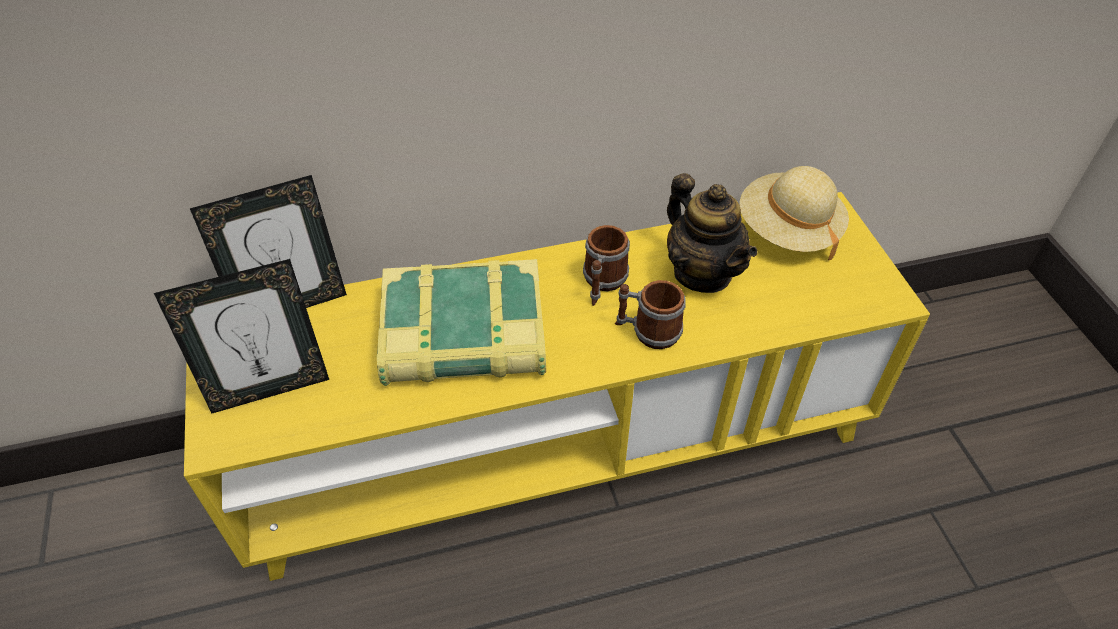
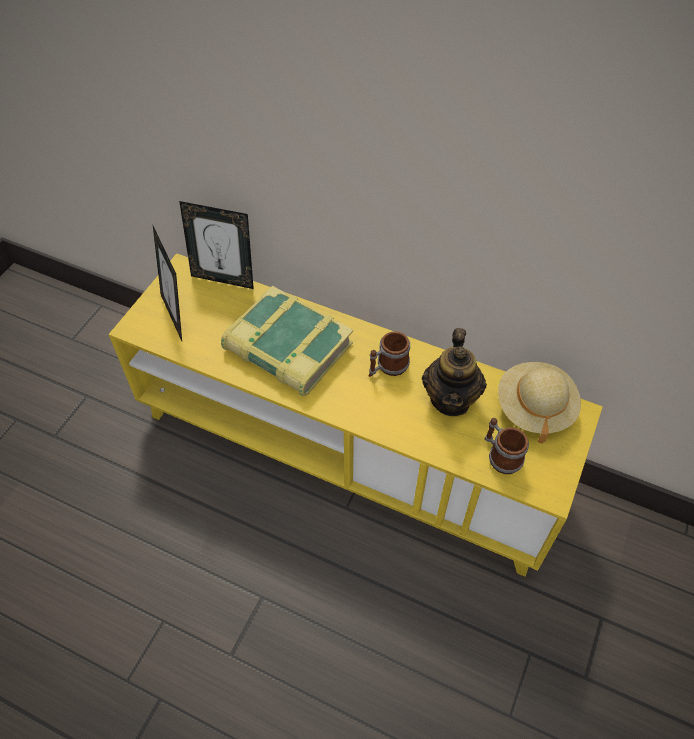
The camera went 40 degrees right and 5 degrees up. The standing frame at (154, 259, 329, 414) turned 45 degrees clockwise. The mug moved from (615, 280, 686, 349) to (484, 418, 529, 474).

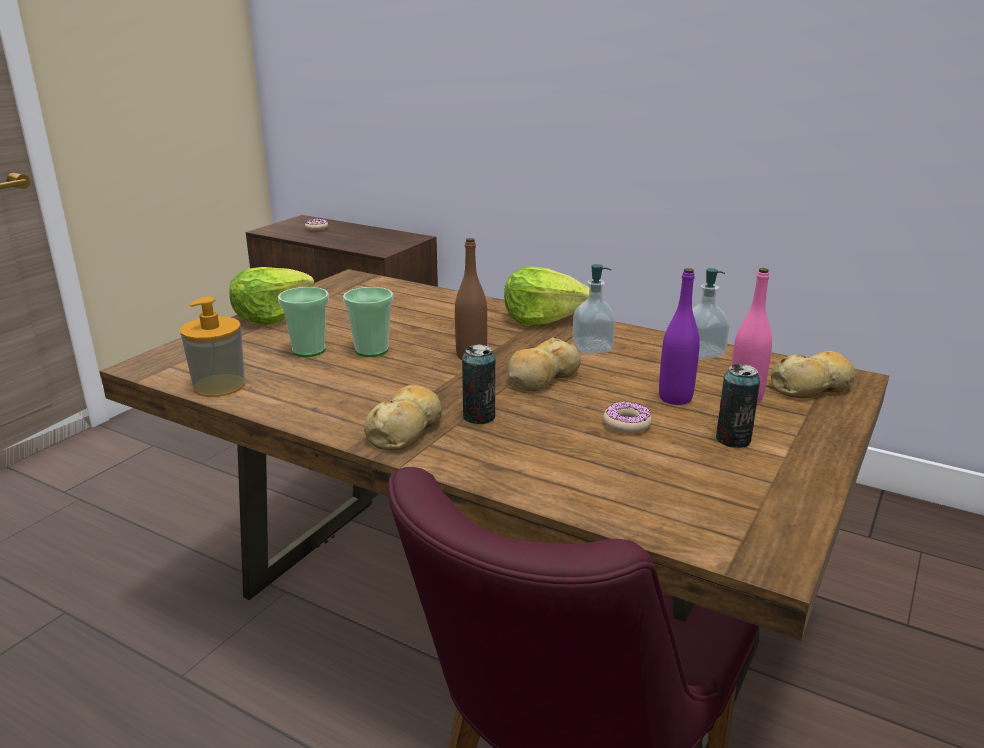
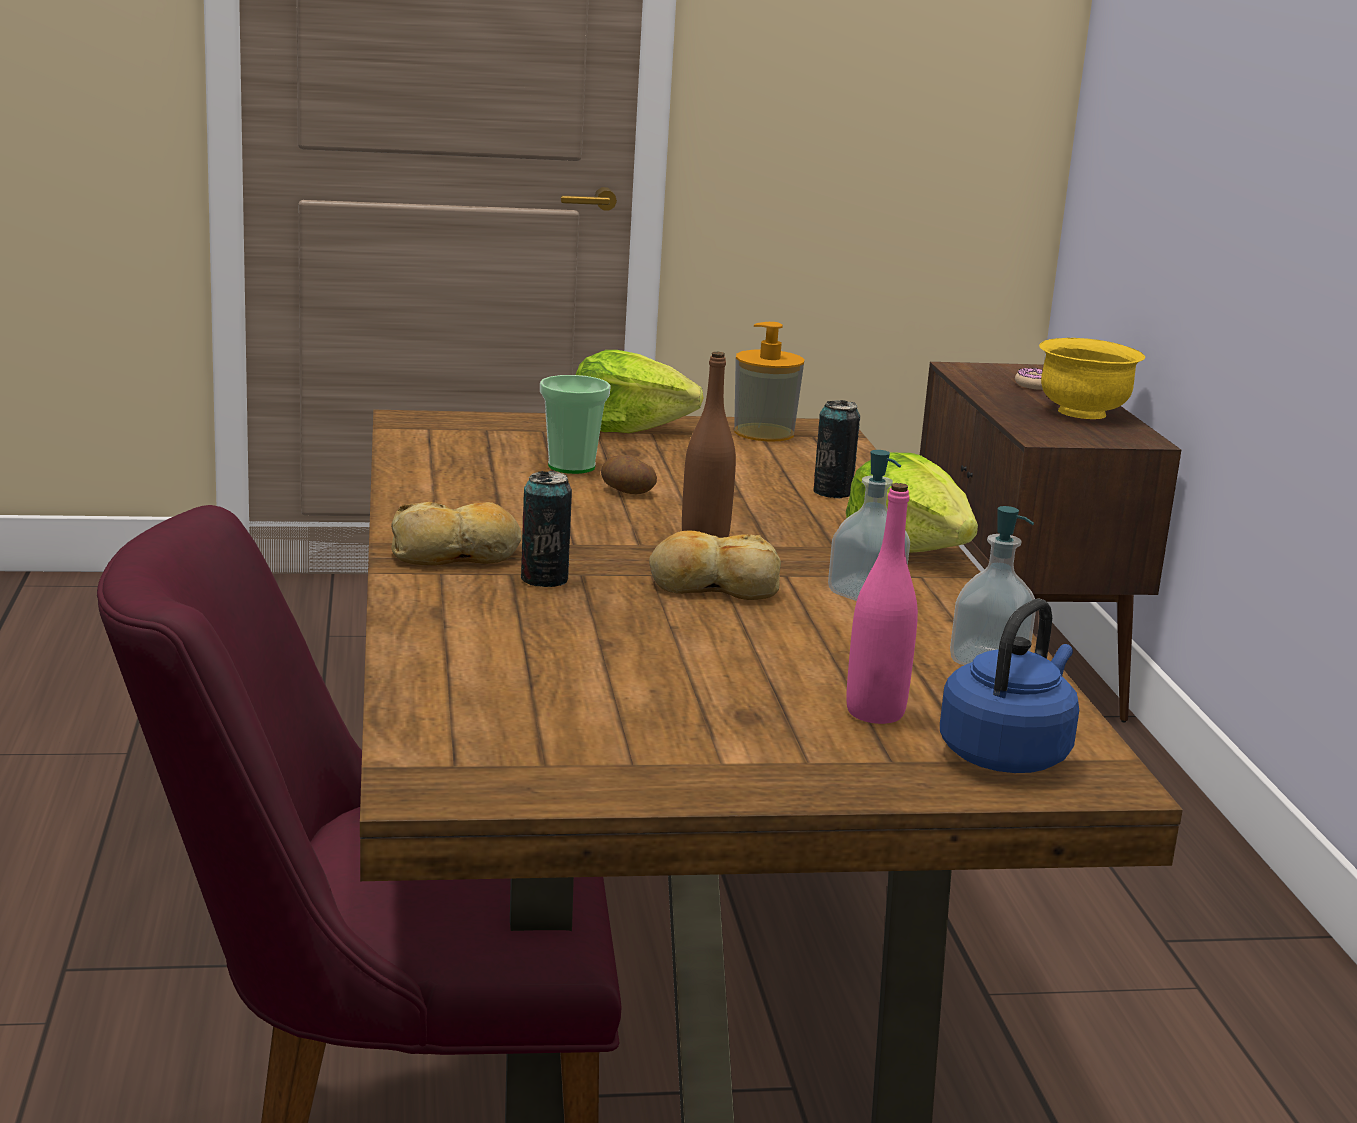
The camera went 50 degrees right and 5 degrees down. The liquid soap bottle moved from (180, 297, 245, 397) to (734, 322, 804, 442). The small cup at (343, 287, 393, 357) was replaced by the whole potato at (601, 455, 657, 494). The ring doughnut at (603, 401, 652, 434) disappeared. The purplish drink bottle at (659, 268, 700, 405) disappeared. The metal can moved from (716, 364, 760, 448) to (813, 400, 860, 499). The bread at (771, 351, 855, 398) was replaced by the blue-coloured kettle at (940, 598, 1079, 773). The yellow deep dish at (1039, 338, 1145, 419) appeared.

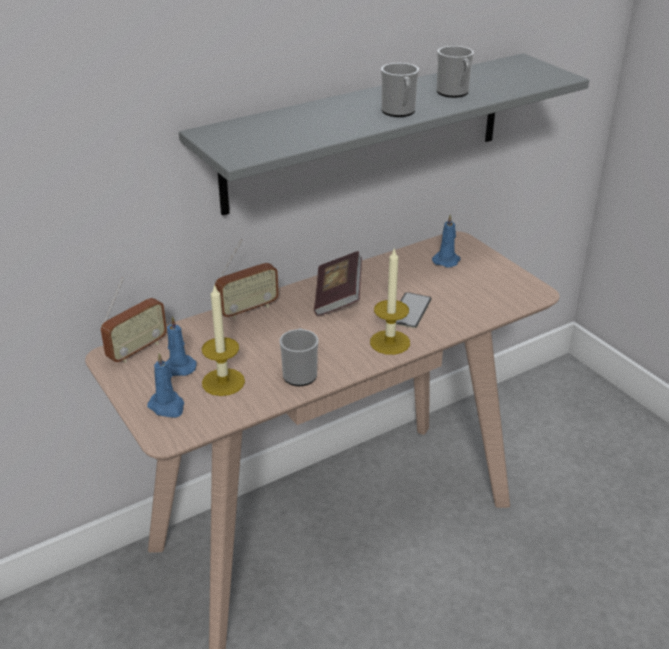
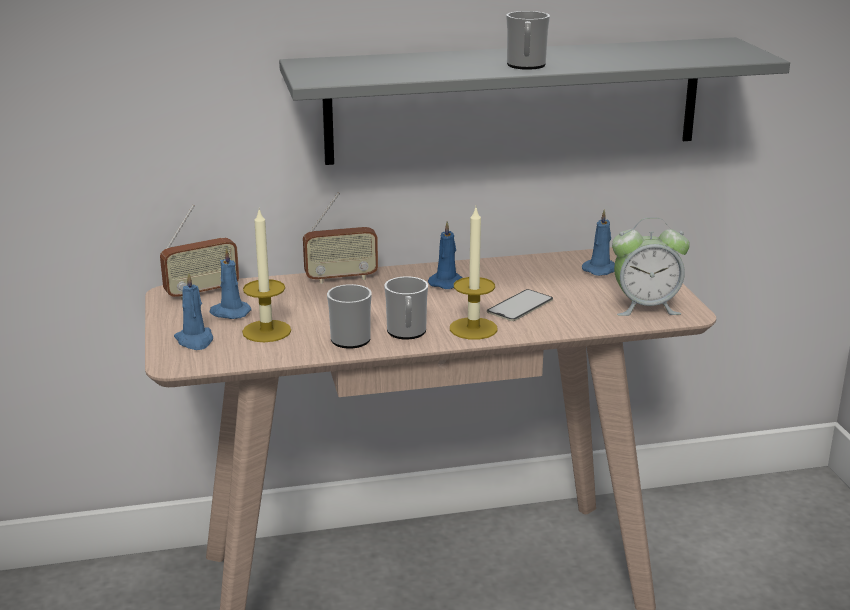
The camera went 20 degrees right and 10 degrees down. The volume at (314, 251, 362, 316) was replaced by the blue-coloured wax candle at (428, 221, 463, 289). The mug moved from (437, 46, 474, 98) to (384, 276, 428, 340). The bedside clock at (612, 217, 690, 316) appeared.

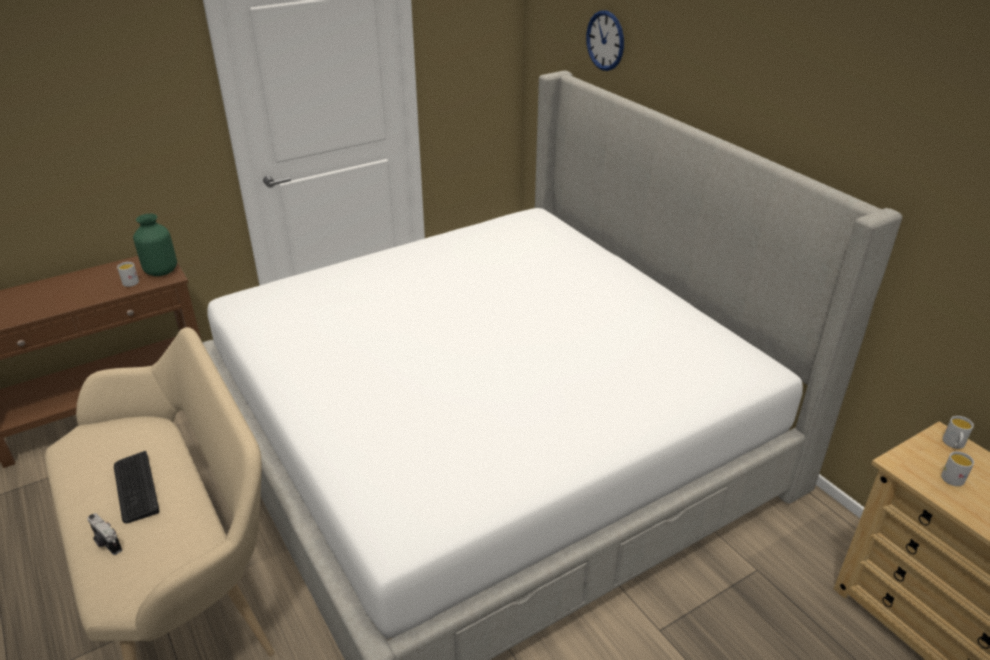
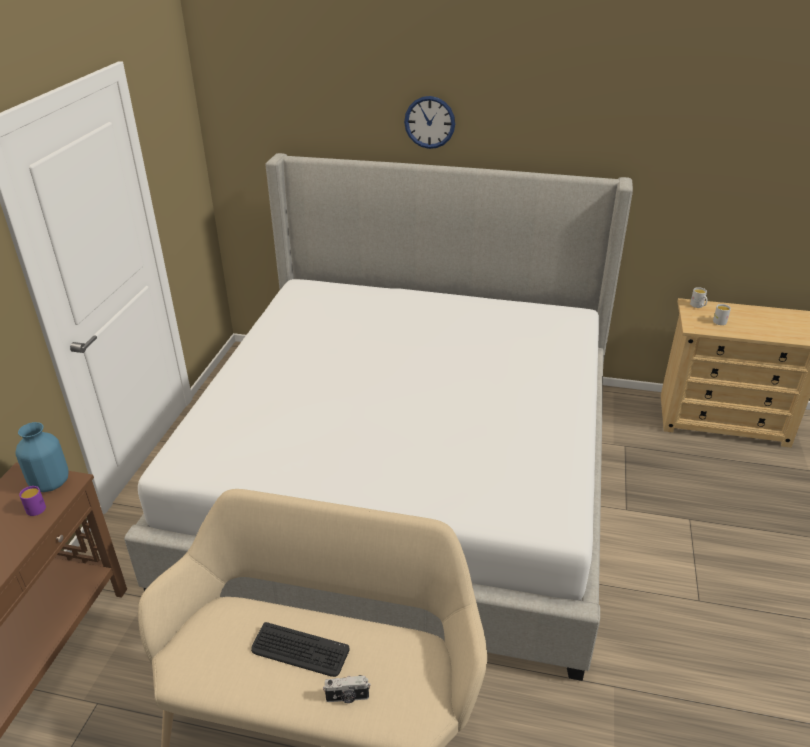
The camera went 45 degrees left and 0 degrees up. The white-coloured mug at (117, 262, 139, 287) became the purplish mug at (19, 486, 46, 516). The green flower vase at (133, 214, 177, 276) became the blue-coloured flower vase at (16, 422, 69, 492). The clock on the wall moved from (586, 10, 624, 71) to (404, 96, 455, 149).

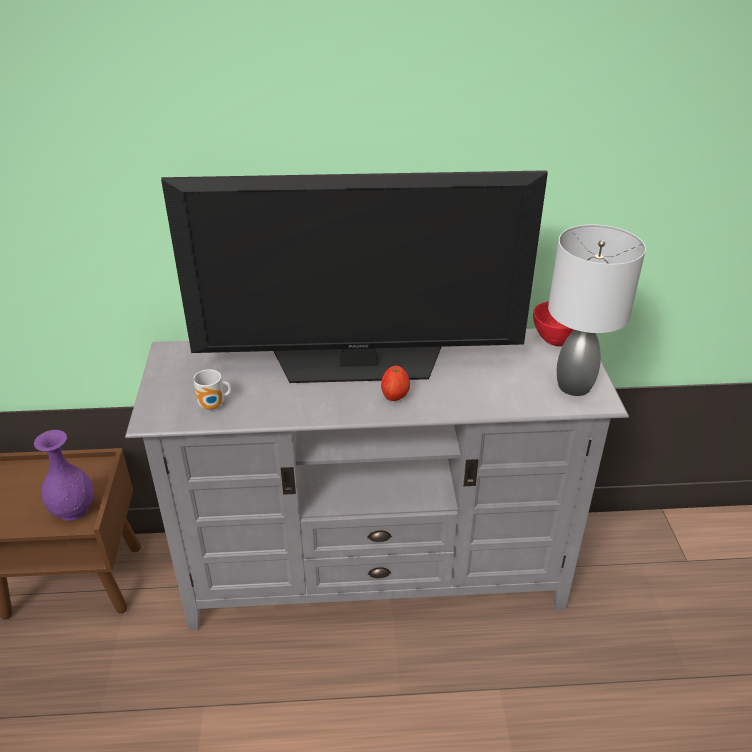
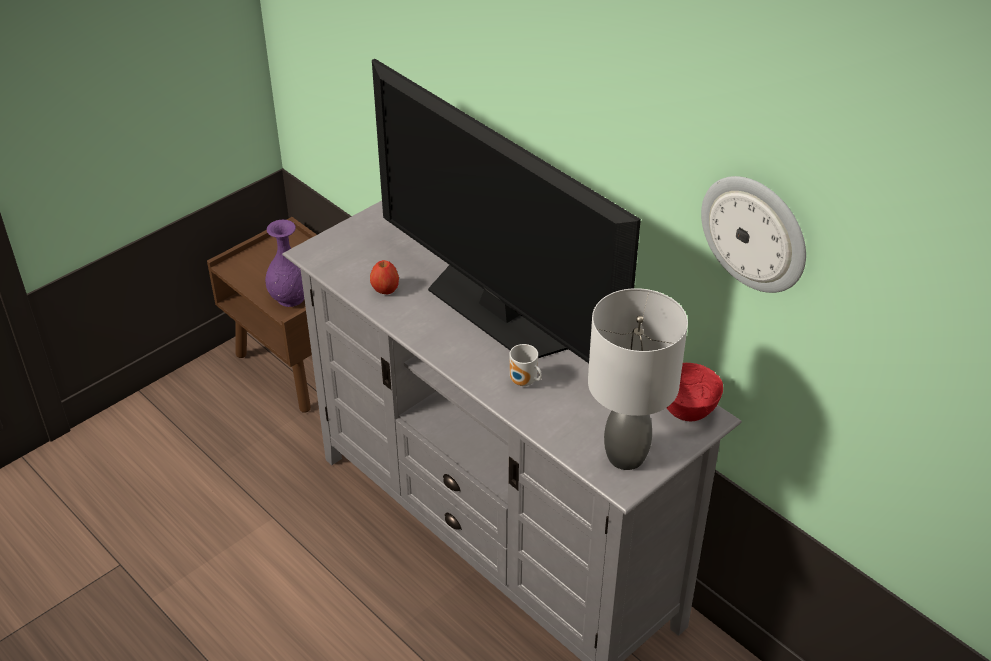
The camera went 50 degrees right and 5 degrees up. The mug moved from (193, 369, 231, 410) to (510, 344, 542, 386). The whole apple moved from (381, 366, 410, 401) to (370, 260, 399, 294). The clock on the wall at (701, 176, 806, 293) appeared.

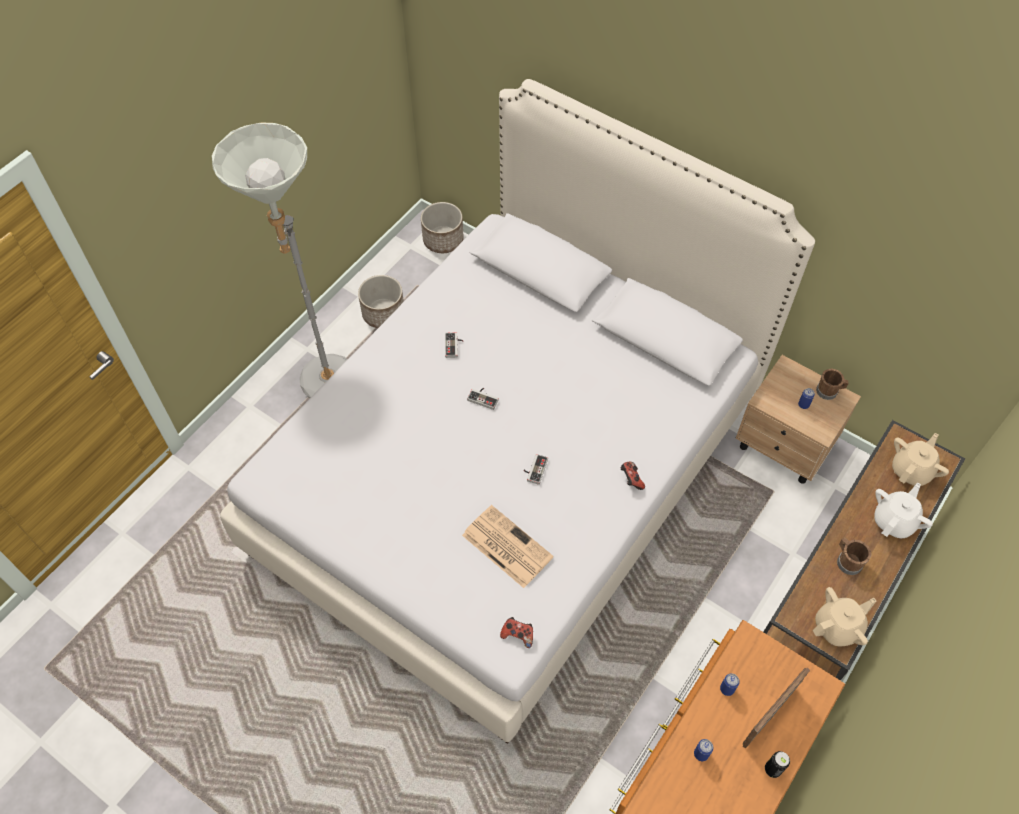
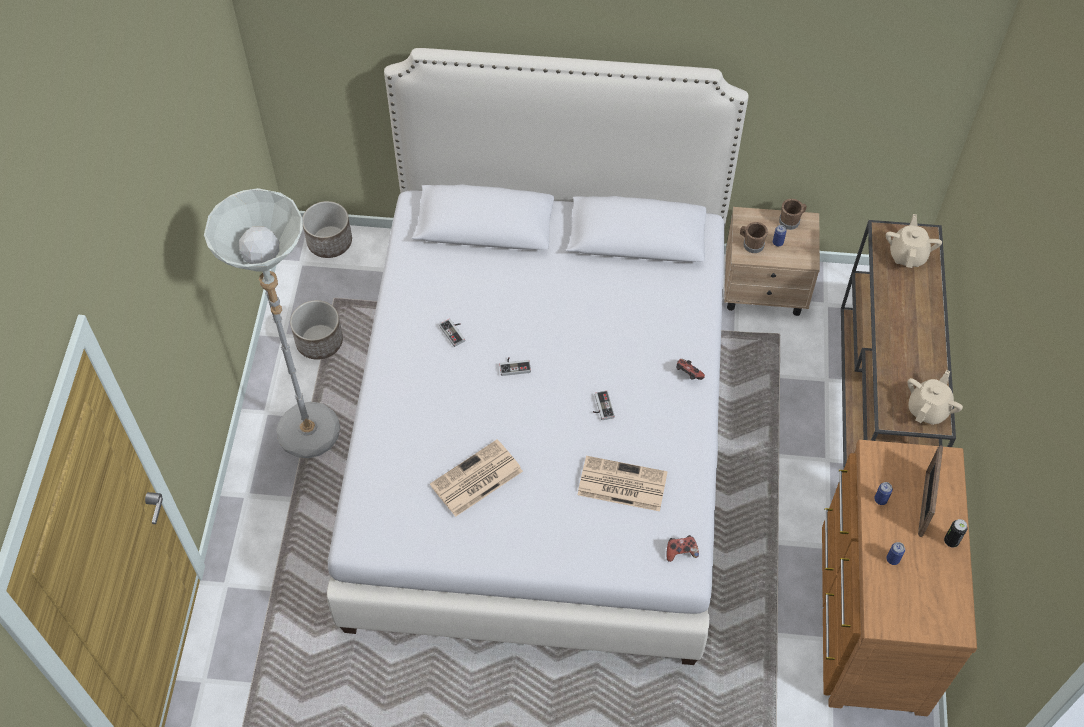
The camera went 30 degrees left and 0 degrees up. The brown mug moved from (837, 538, 871, 575) to (740, 222, 768, 253). The white-coloured tea pot at (874, 482, 933, 538) disappeared. The printed paper at (430, 440, 523, 517) appeared.

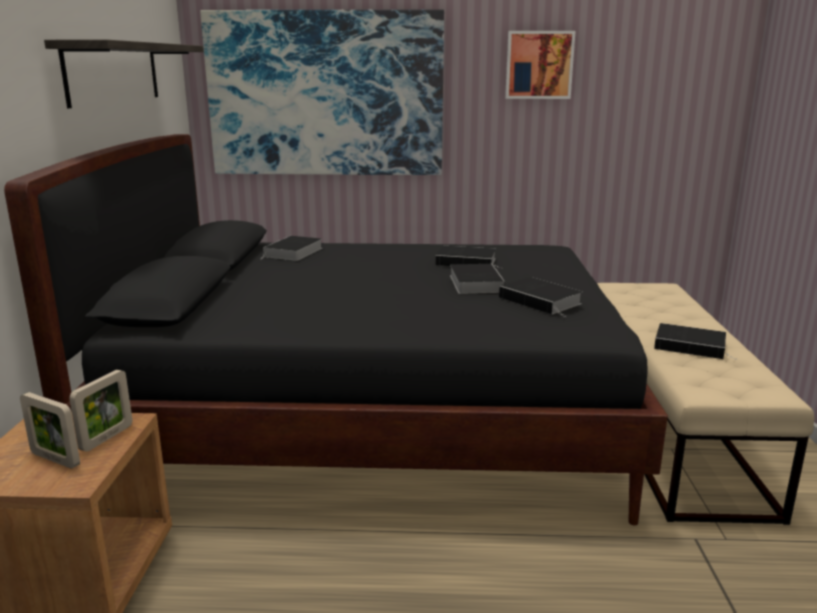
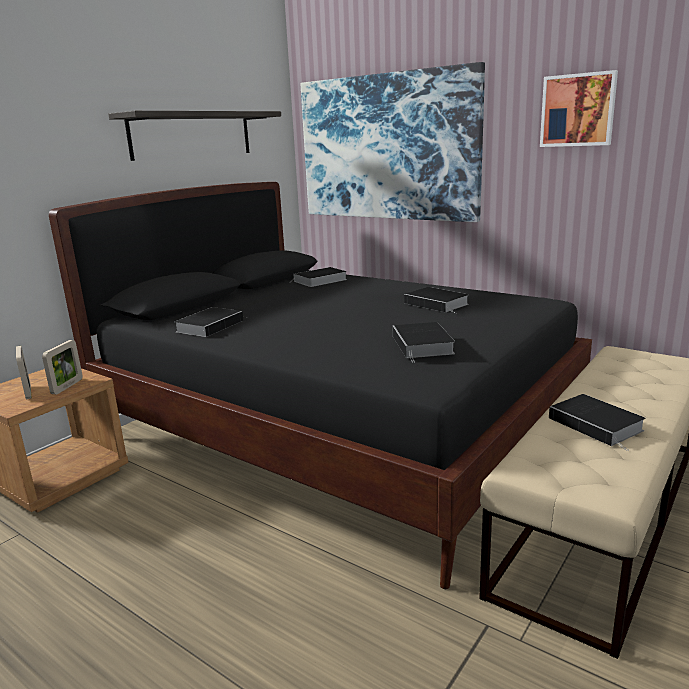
The camera went 35 degrees right and 0 degrees up. The standing frame at (69, 370, 132, 452) turned 45 degrees counterclockwise. The volume moved from (450, 264, 505, 294) to (175, 307, 243, 337).

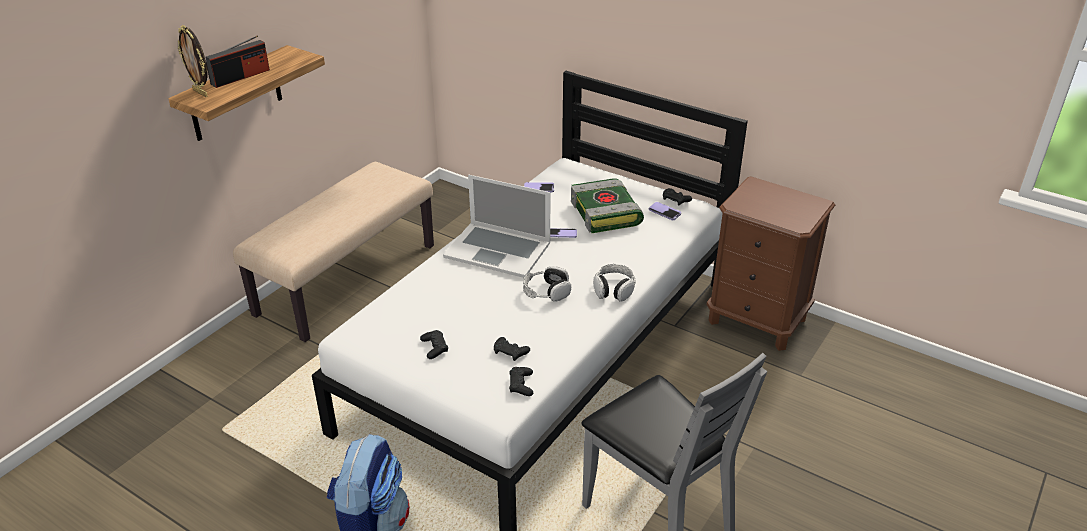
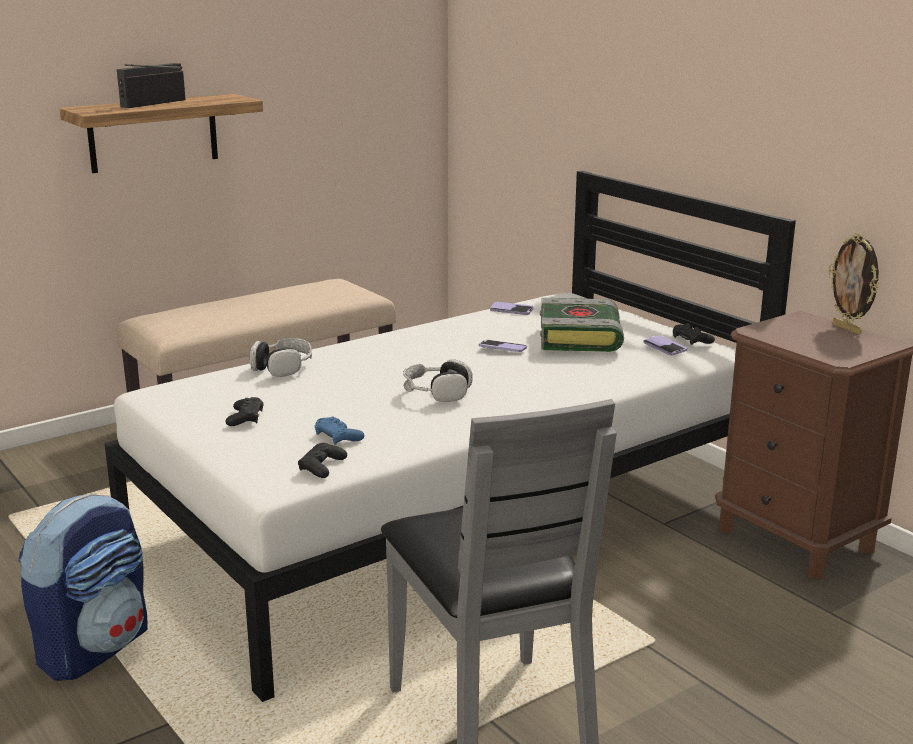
The camera went 20 degrees right and 15 degrees down. The standing frame moved from (178, 25, 208, 97) to (829, 233, 879, 335). The radio set at (205, 35, 270, 88) turned 150 degrees clockwise. The portable computer at (443, 175, 550, 278) disappeared. The black-coloured joypad at (494, 337, 530, 361) became the blue-coloured joypad at (315, 417, 365, 445). The pair of headphones moved from (593, 264, 636, 302) to (250, 338, 312, 377).

